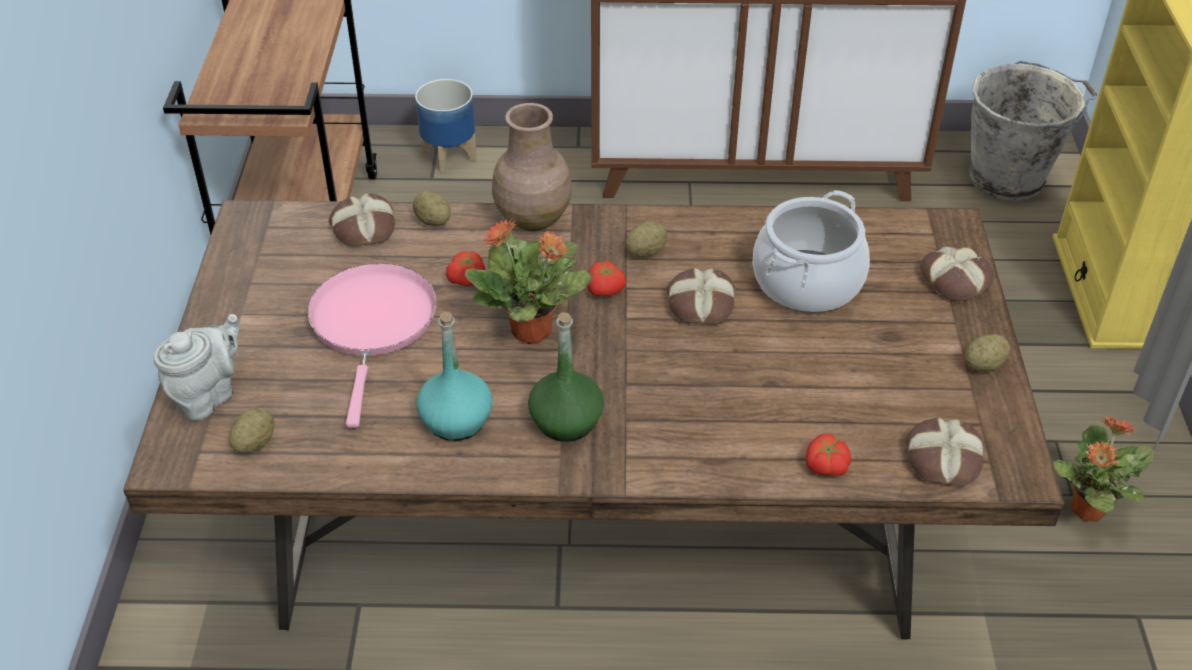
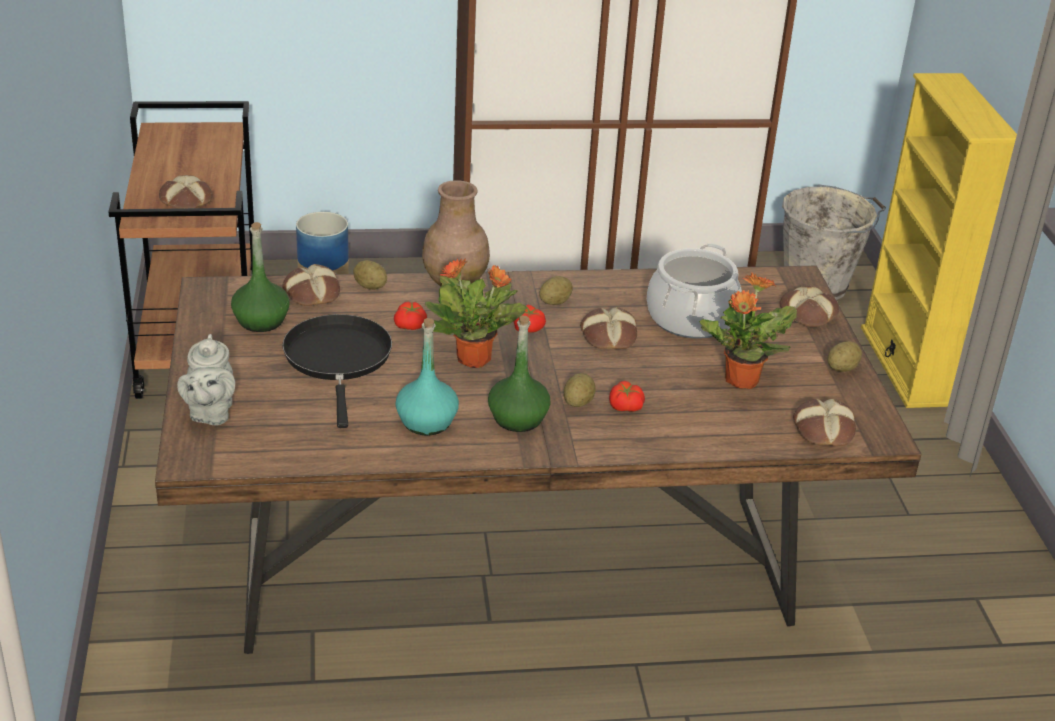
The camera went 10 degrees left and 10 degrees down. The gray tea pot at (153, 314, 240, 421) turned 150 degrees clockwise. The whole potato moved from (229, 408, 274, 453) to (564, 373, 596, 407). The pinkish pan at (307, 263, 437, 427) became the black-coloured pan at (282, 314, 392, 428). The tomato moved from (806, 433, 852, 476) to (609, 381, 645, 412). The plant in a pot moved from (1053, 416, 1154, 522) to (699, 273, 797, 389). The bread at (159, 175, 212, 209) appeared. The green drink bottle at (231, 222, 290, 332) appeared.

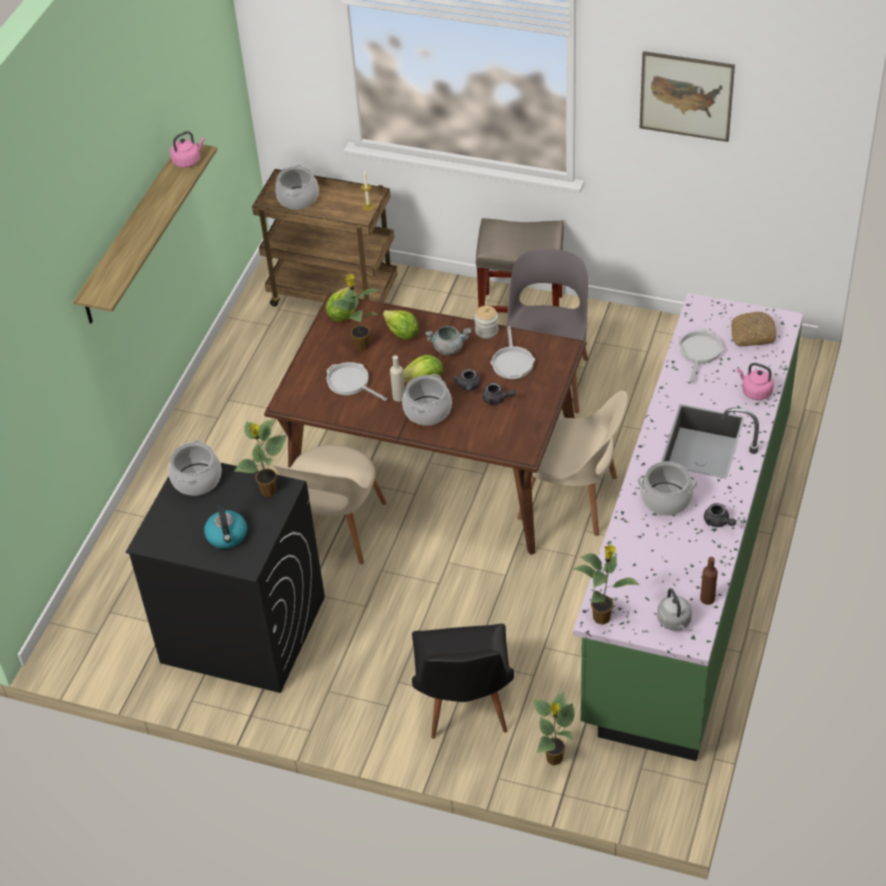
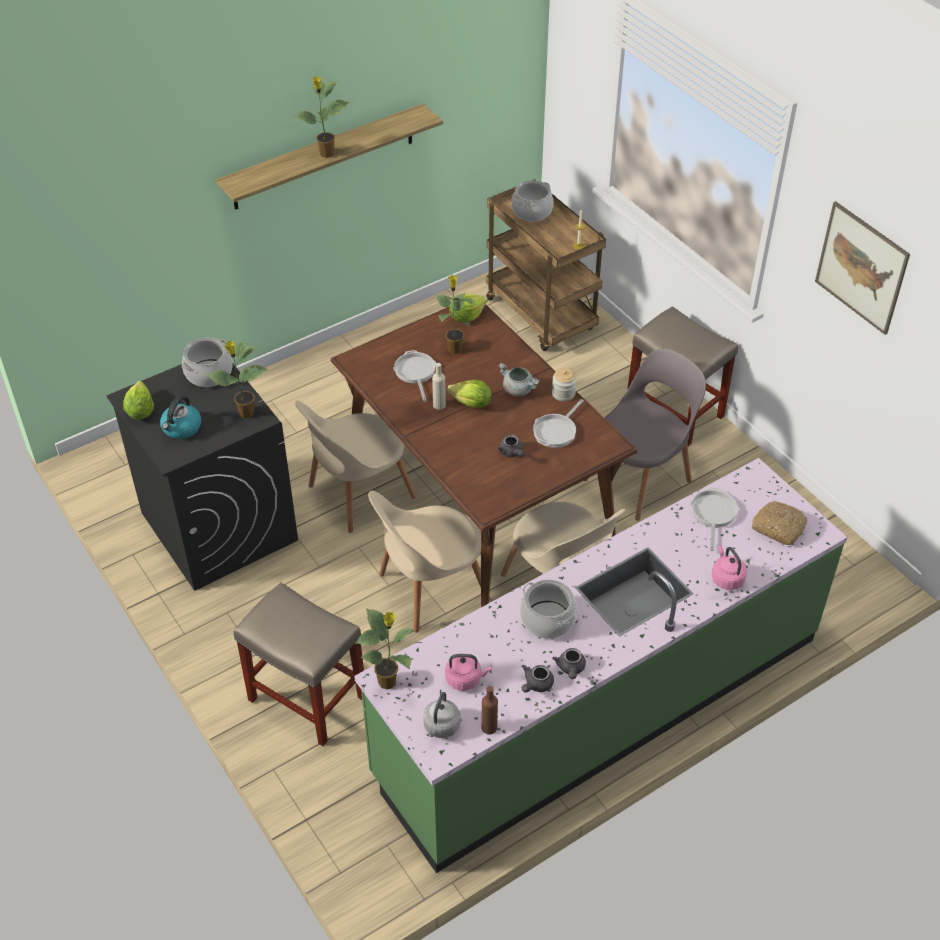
The camera went 35 degrees right and 0 degrees up. The pinkish kettle moved from (170, 131, 205, 168) to (445, 654, 492, 691). The lettuce head moved from (383, 310, 419, 339) to (123, 381, 154, 419). The cooking pot at (402, 374, 452, 426) disappeared. The black-coloured upright chair at (412, 624, 514, 739) was replaced by the beige sitting stool at (234, 582, 364, 746). The gray tea pot moved from (452, 369, 481, 392) to (521, 665, 554, 692). The plant in a pot moved from (533, 692, 575, 765) to (293, 76, 349, 158). The pan at (678, 329, 723, 383) turned 45 degrees counterclockwise. The beige upright chair at (368, 491, 491, 632) appeared.

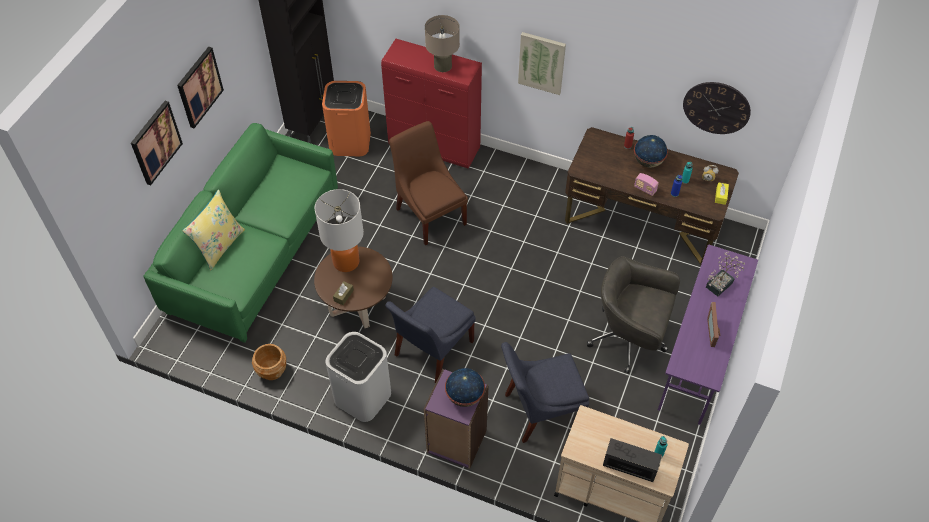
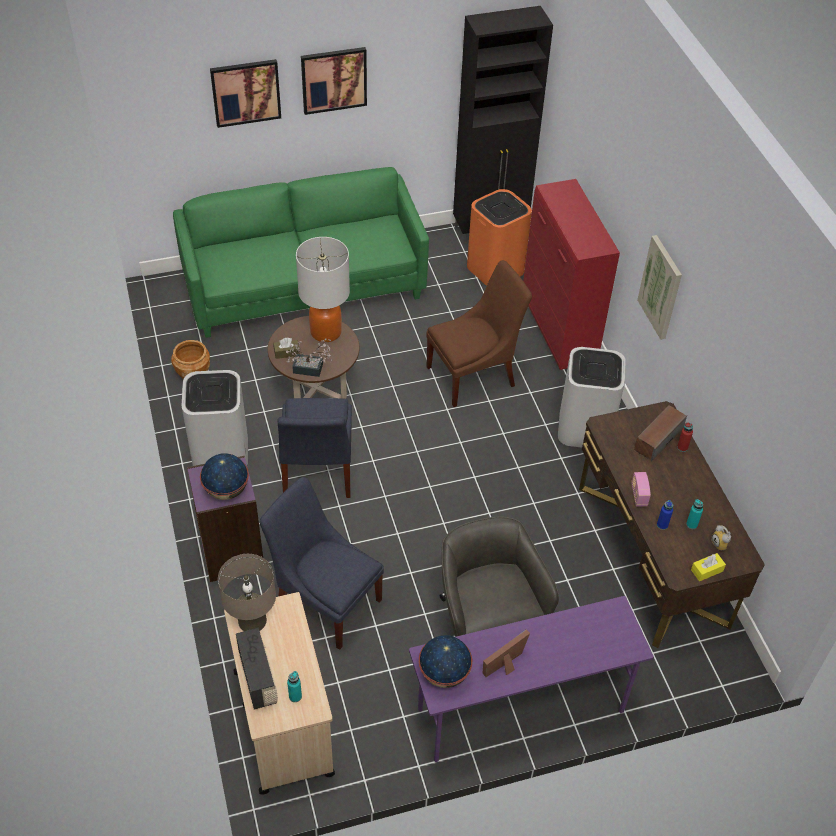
The camera went 50 degrees right and 5 degrees down. The yellow throw pillow at (182, 189, 245, 270) disappeared. The blue-coloured upright chair at (385, 287, 475, 383) turned 90 degrees counterclockwise. The brown upright chair at (389, 121, 468, 246) turned 45 degrees clockwise. The beige lamp for a table moved from (425, 15, 460, 72) to (218, 554, 276, 631). The globe moved from (634, 135, 668, 167) to (419, 635, 472, 688). The clock on the wall at (683, 82, 751, 134) disappeared. The plant in a pot moved from (706, 252, 745, 297) to (286, 338, 332, 377). The white-coloured rubbish bin at (558, 347, 626, 448) appeared. The speaker at (634, 405, 687, 462) appeared.

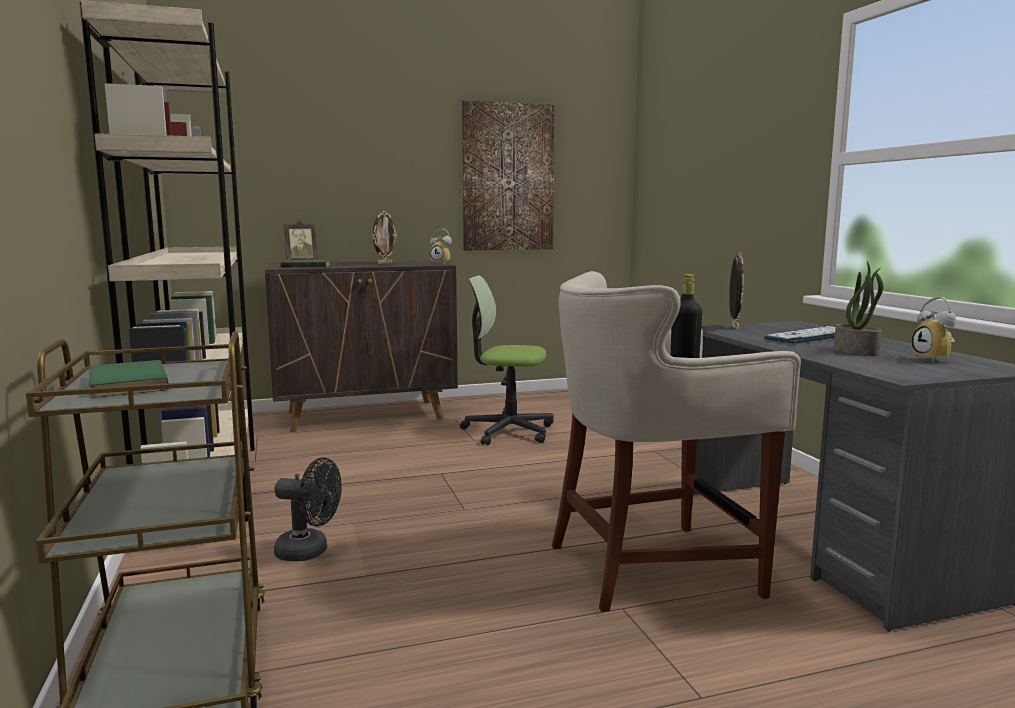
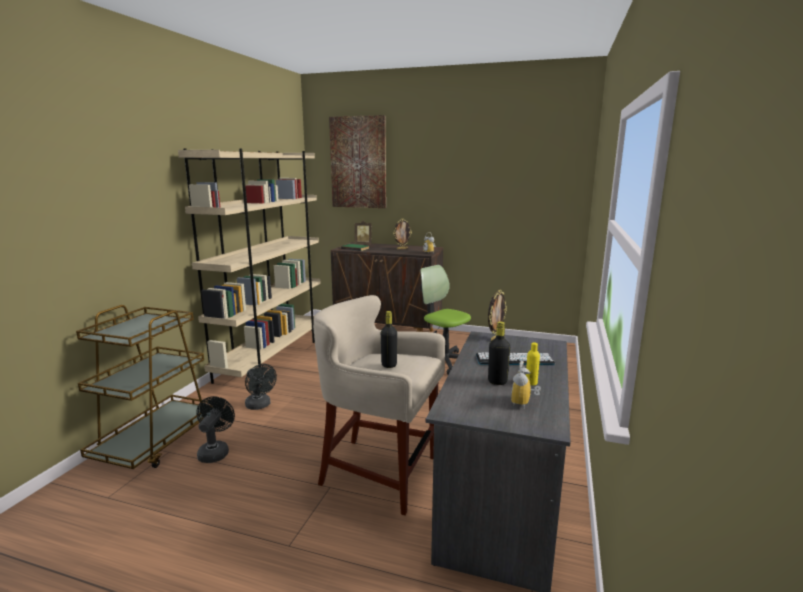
The camera went 35 degrees right and 5 degrees up. The green volume at (88, 360, 169, 398) disappeared. The picture moved from (462, 100, 555, 250) to (329, 115, 386, 208). The plant in a pot at (834, 261, 884, 356) was replaced by the black-coloured drink bottle at (488, 321, 510, 385). The black-coloured fan at (196, 396, 235, 463) appeared. The yellow drink bottle at (526, 342, 540, 385) appeared.

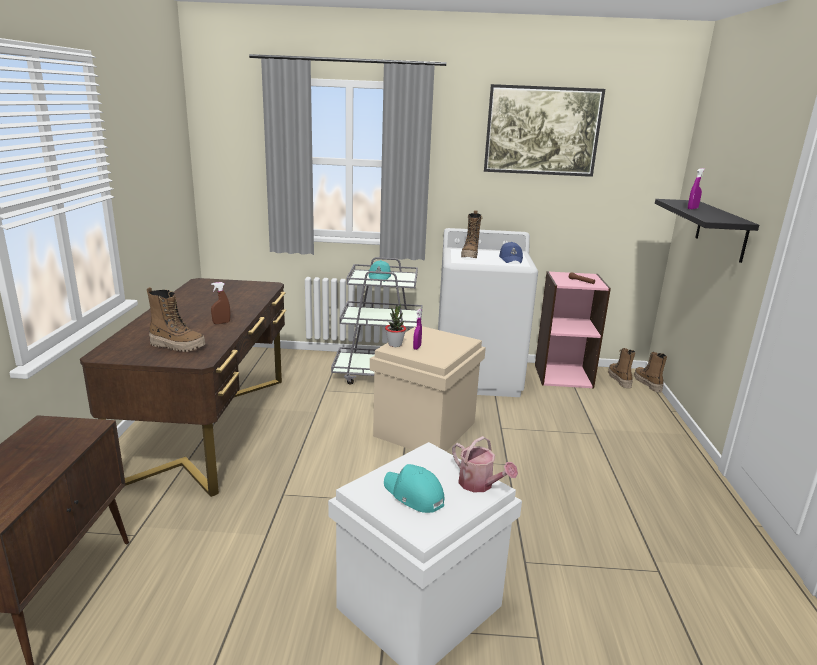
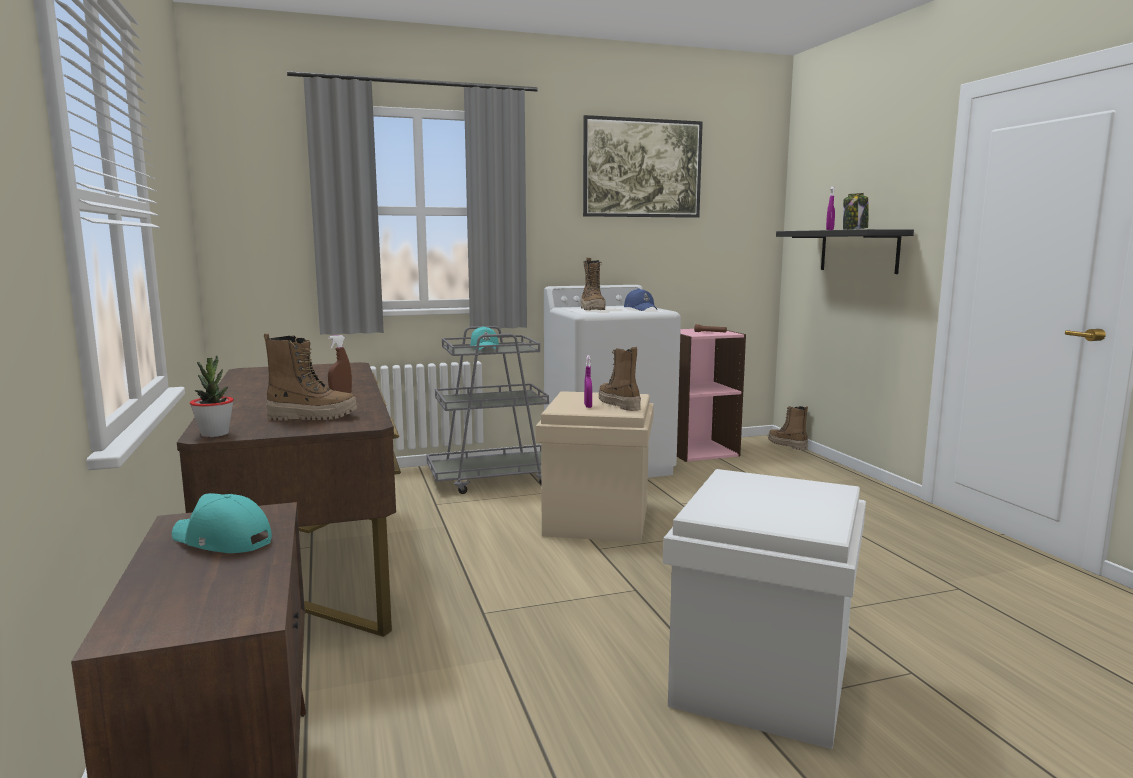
The camera went 20 degrees left and 10 degrees down. The turquoise peaked cap moved from (384, 464, 444, 513) to (172, 493, 272, 553). The plant in a pot moved from (385, 304, 406, 347) to (190, 355, 234, 437). The watering can at (452, 436, 518, 492) disappeared. The boot moved from (608, 348, 635, 388) to (599, 347, 641, 411). The preserve jar at (843, 193, 869, 230) appeared.

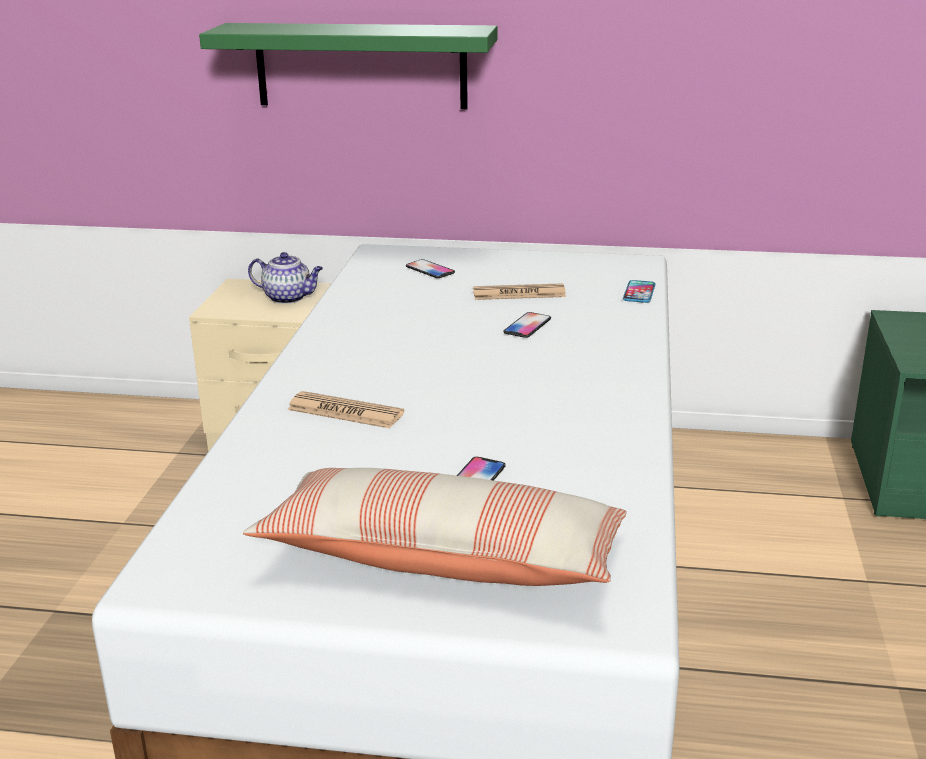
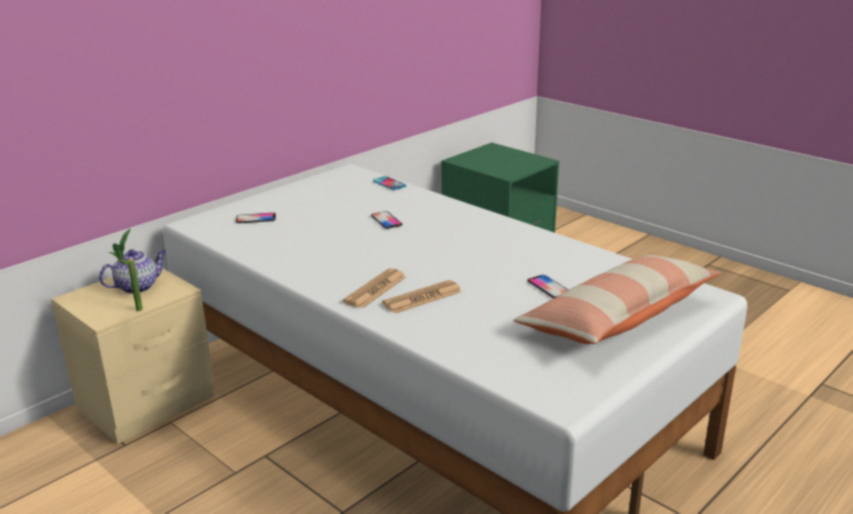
The camera went 55 degrees left and 0 degrees up. The green wall shelf at (199, 23, 498, 109) disappeared. The printed paper moved from (473, 283, 566, 300) to (343, 268, 406, 309). The plant in a pot at (108, 228, 143, 311) appeared.

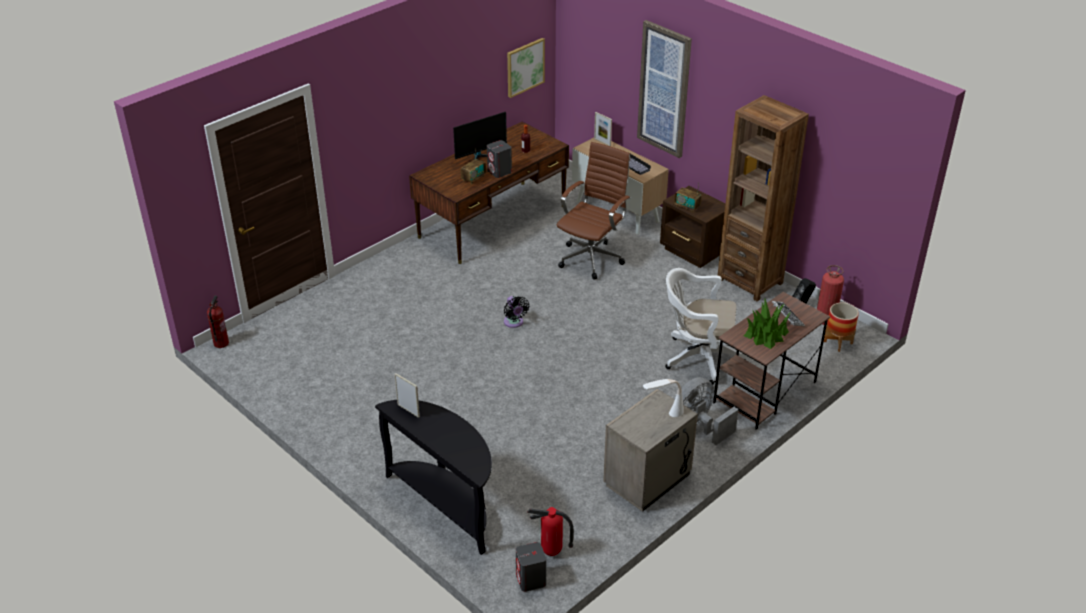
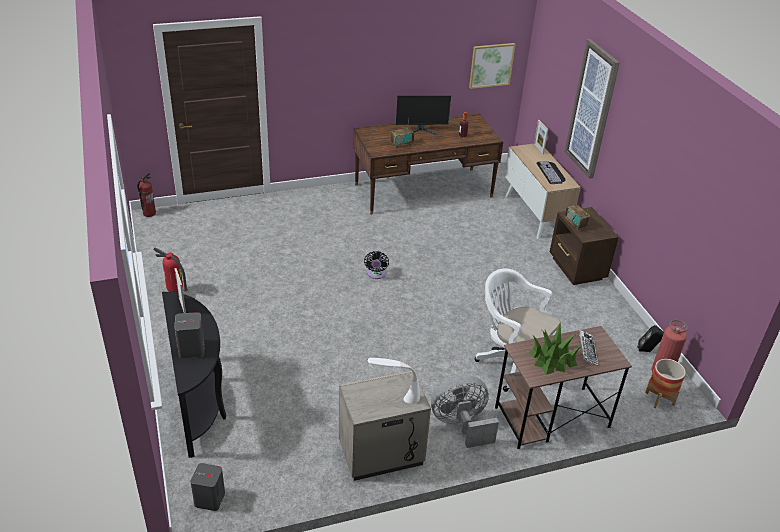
The camera went 25 degrees right and 0 degrees up. The gray speaker moved from (487, 140, 512, 178) to (174, 312, 205, 358). The extinguisher moved from (527, 507, 573, 556) to (153, 247, 188, 293). The brown office chair at (557, 142, 631, 280) disappeared. The brown bookshelf at (718, 95, 809, 301) disappeared.

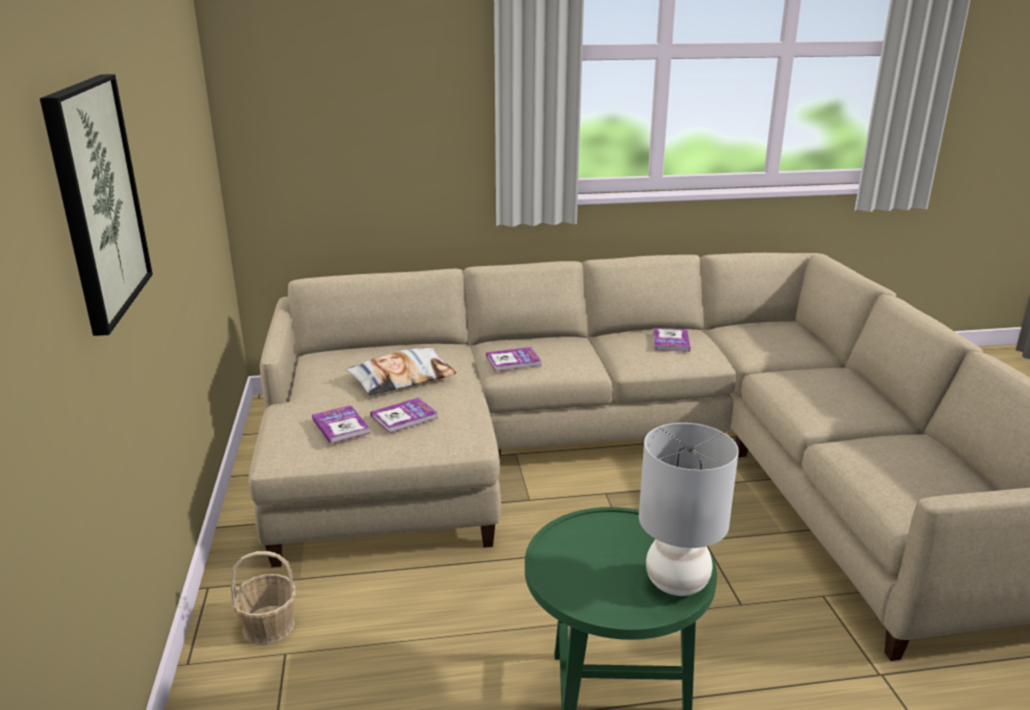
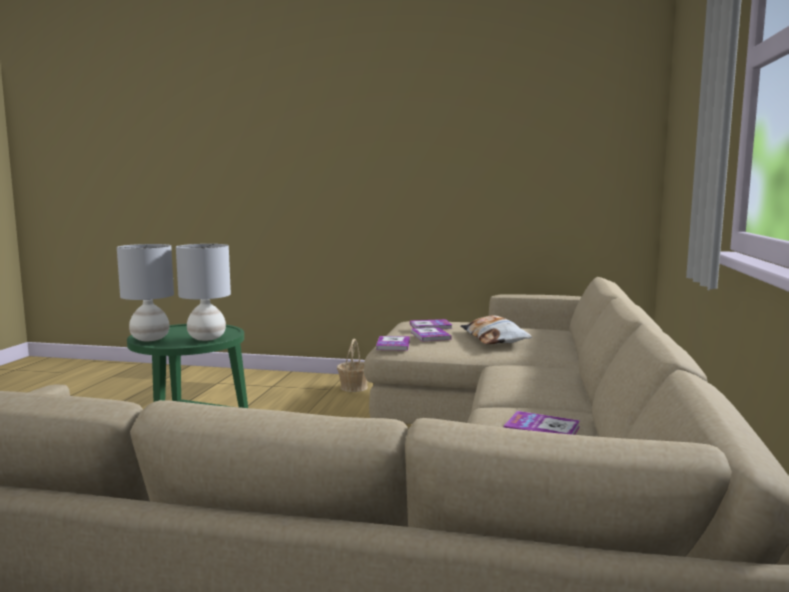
The camera went 110 degrees right and 15 degrees down. The picture at (40, 74, 153, 336) disappeared. The volume moved from (486, 347, 542, 372) to (376, 336, 410, 351). The gray lamp for a table at (176, 244, 231, 341) appeared.

